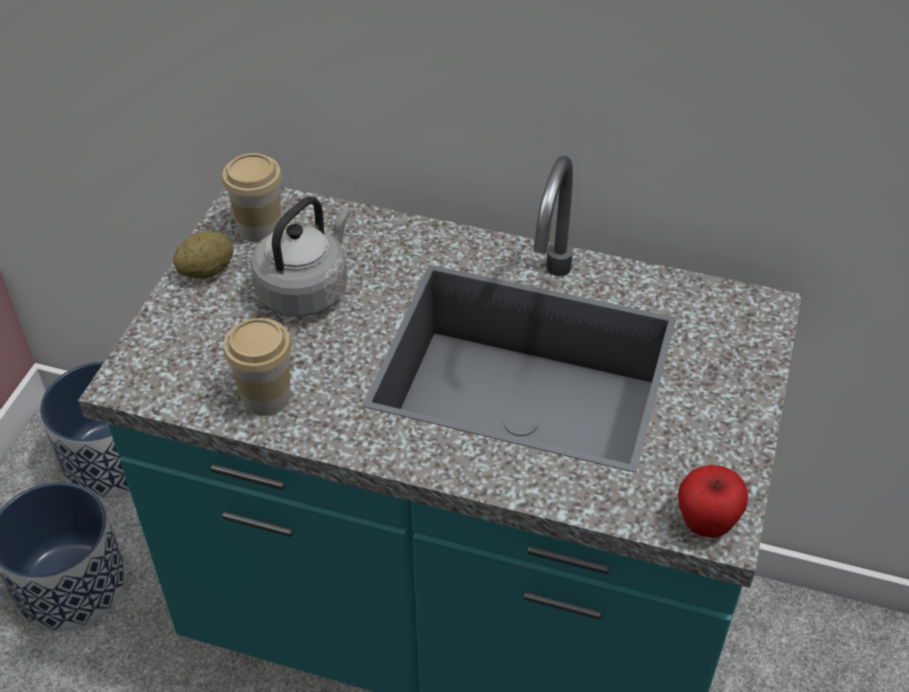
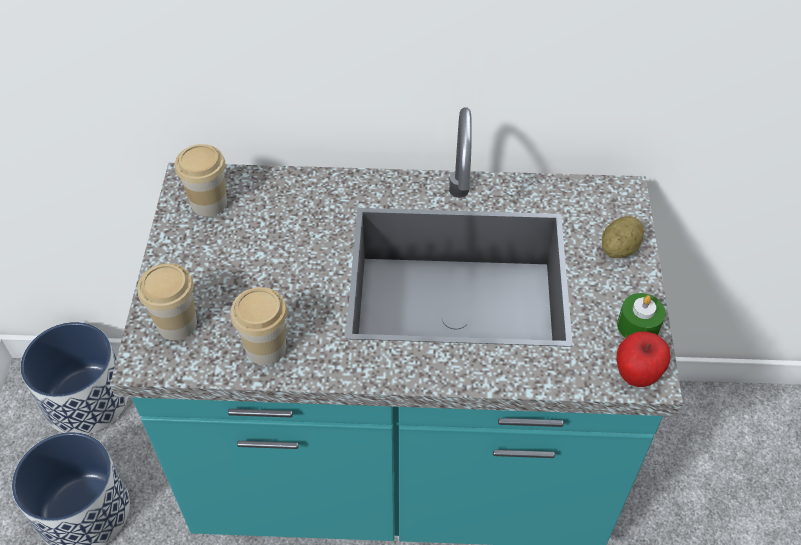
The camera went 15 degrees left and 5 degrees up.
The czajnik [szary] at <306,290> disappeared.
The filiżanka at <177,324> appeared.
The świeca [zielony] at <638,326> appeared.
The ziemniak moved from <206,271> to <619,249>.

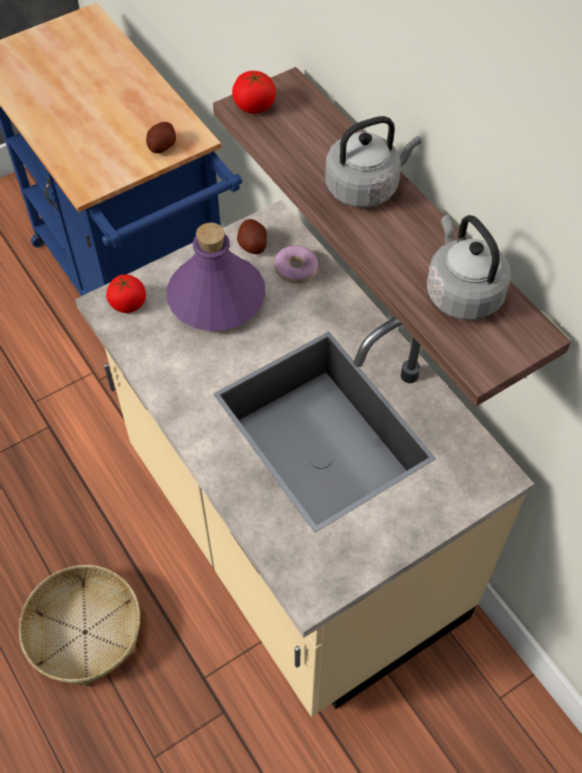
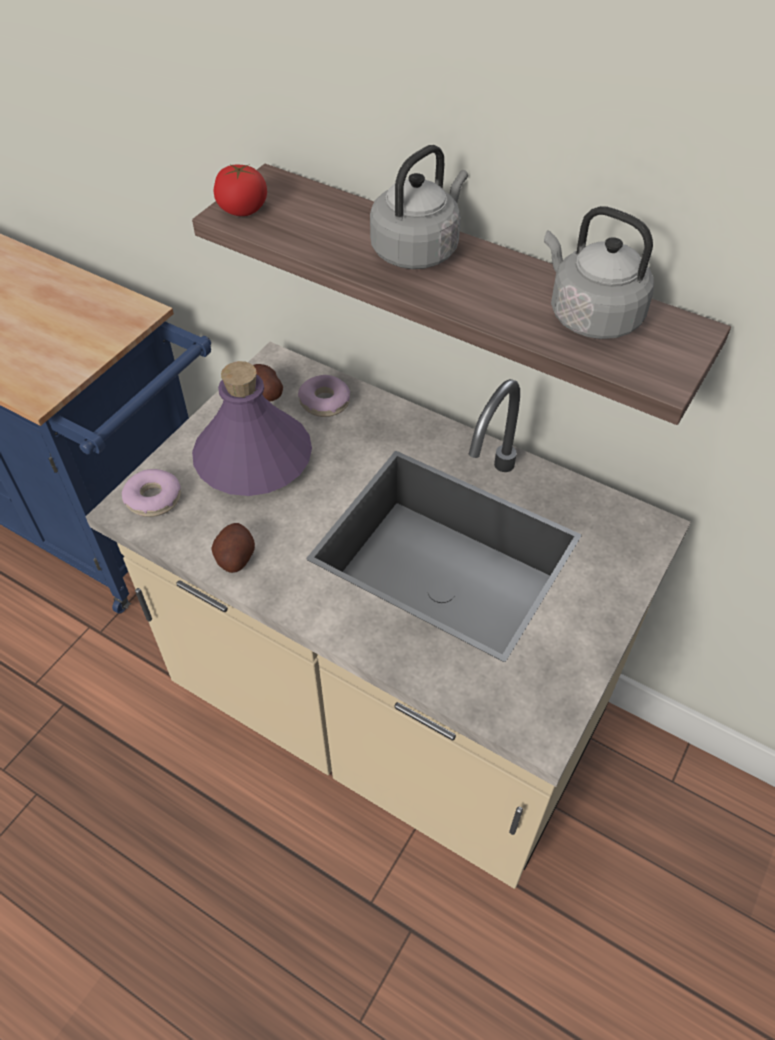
The camera went 25 degrees left and 5 degrees down.
The koszyk at <84,632> disappeared.
The ziemniak moved from <161,146> to <235,557>.
The pomidor at <128,303> was replaced by the donut at <153,499>.

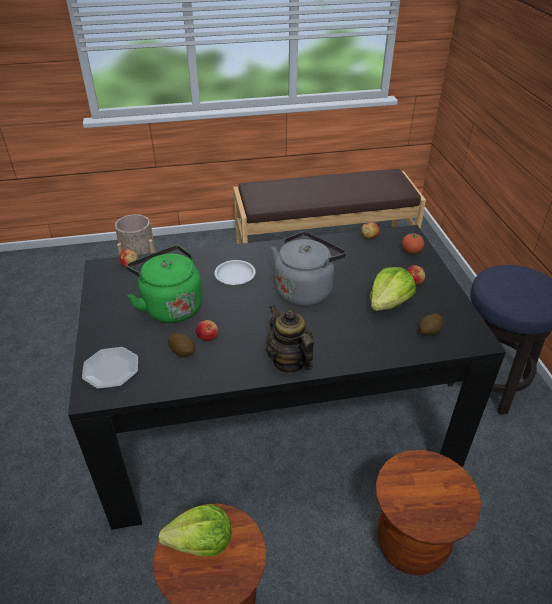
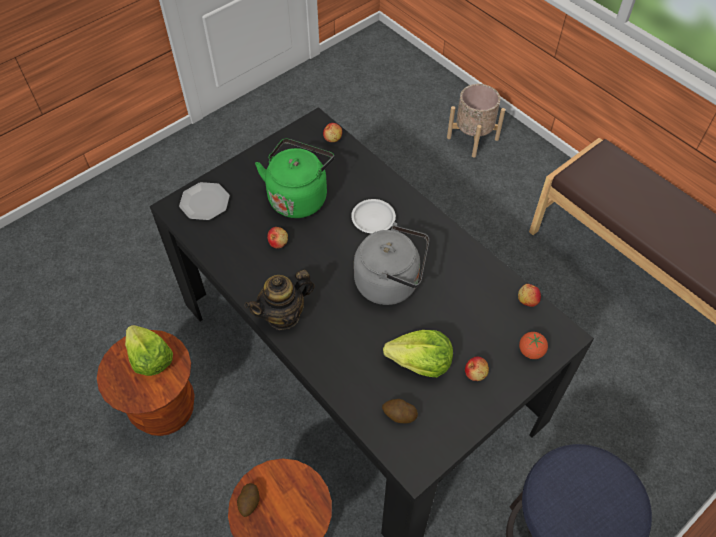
The camera went 60 degrees right and 15 degrees up.
The ziemniak moved from <182,351> to <249,502>.
The imbryk at <289,362> turned 150 degrees counterclockwise.

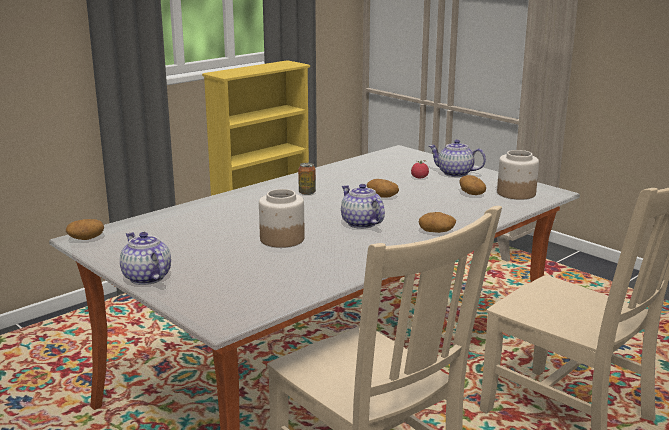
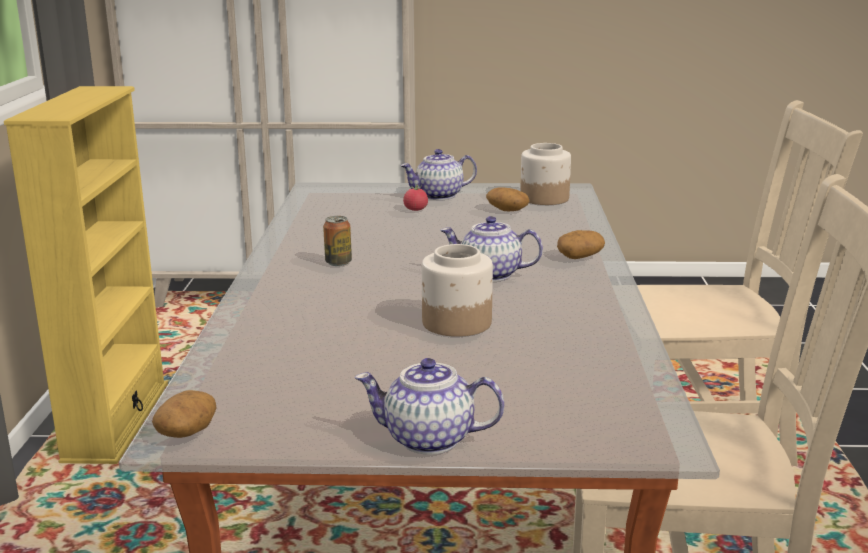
The camera went 45 degrees left and 0 degrees up.
The ziemniak at <382,196> disappeared.

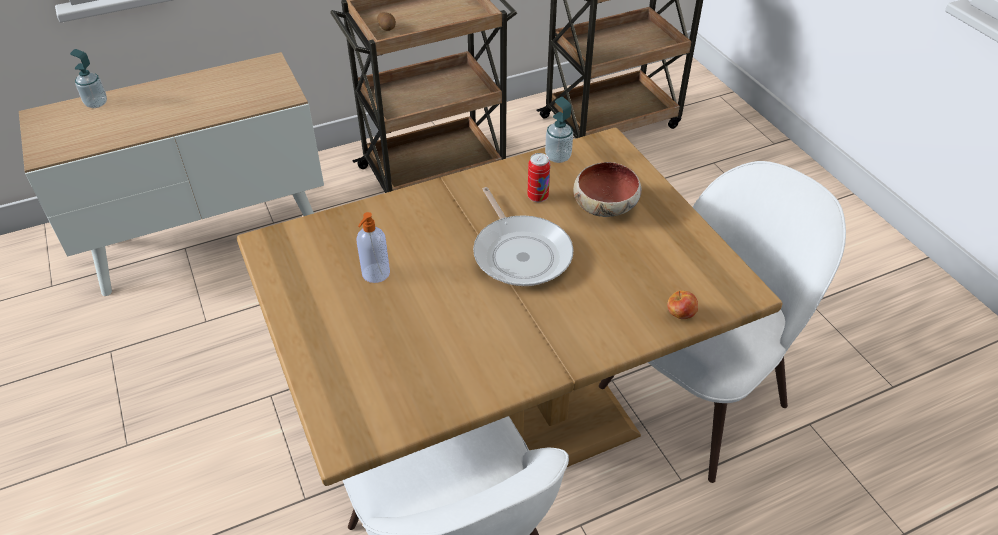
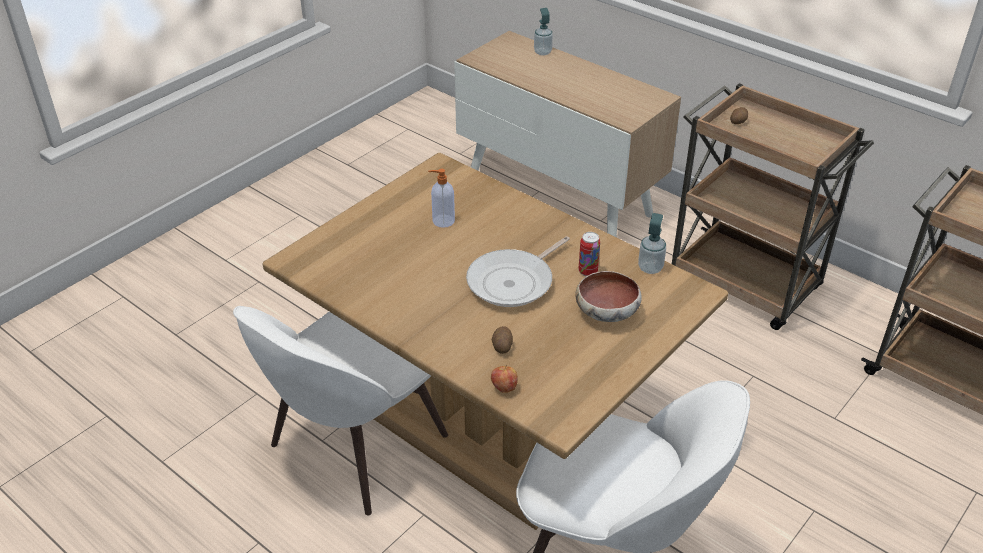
The camera went 65 degrees right and 5 degrees down.
The ziemniak at <502,346> appeared.

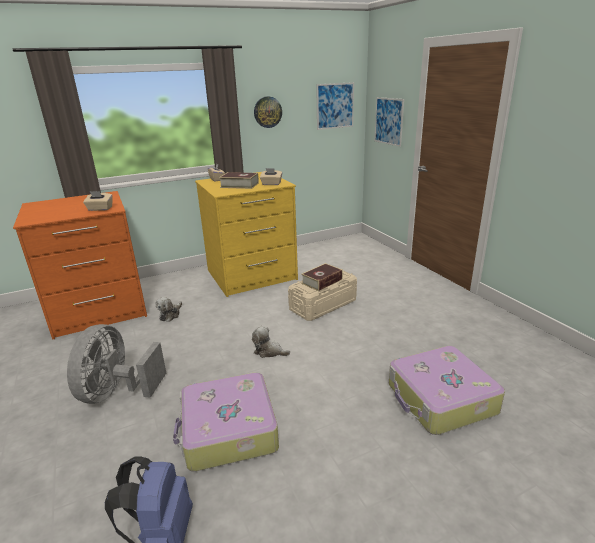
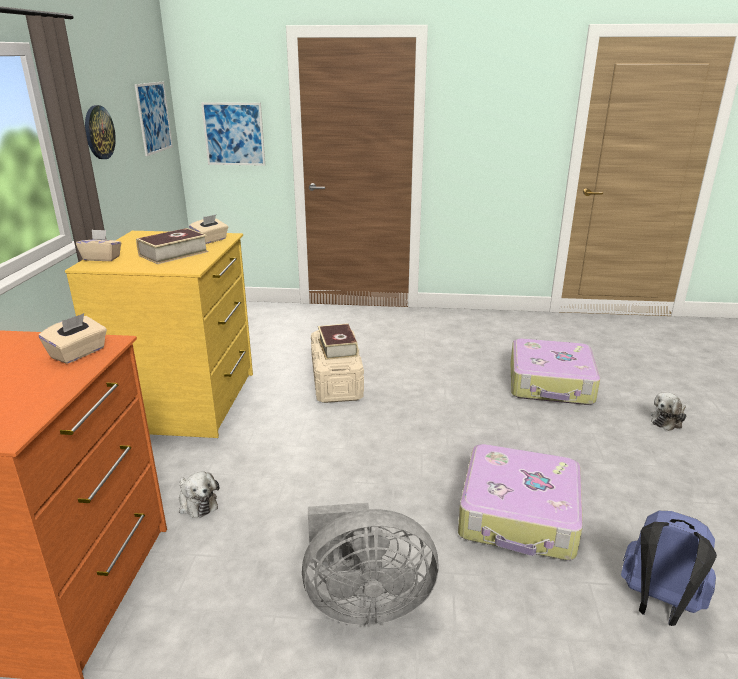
The camera went 60 degrees left and 0 degrees up.
The pluszak moved from <269,351> to <668,420>.
The wentylator [szary] at <117,392> turned 45 degrees counterclockwise.

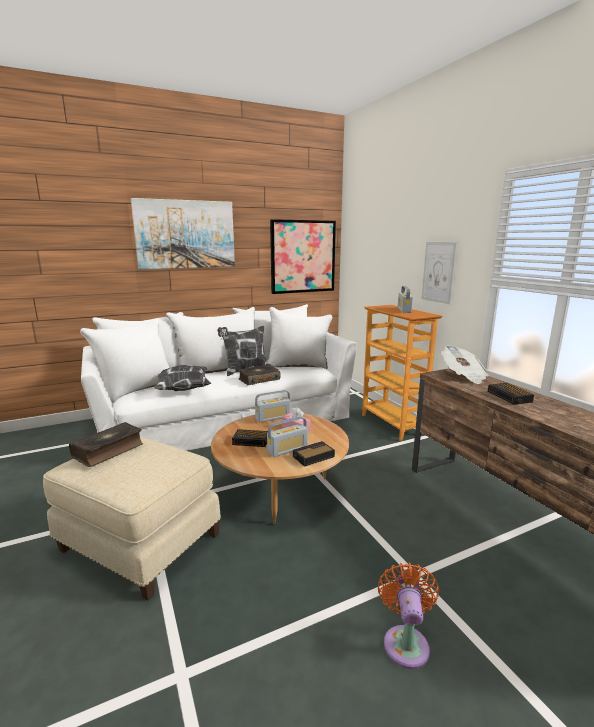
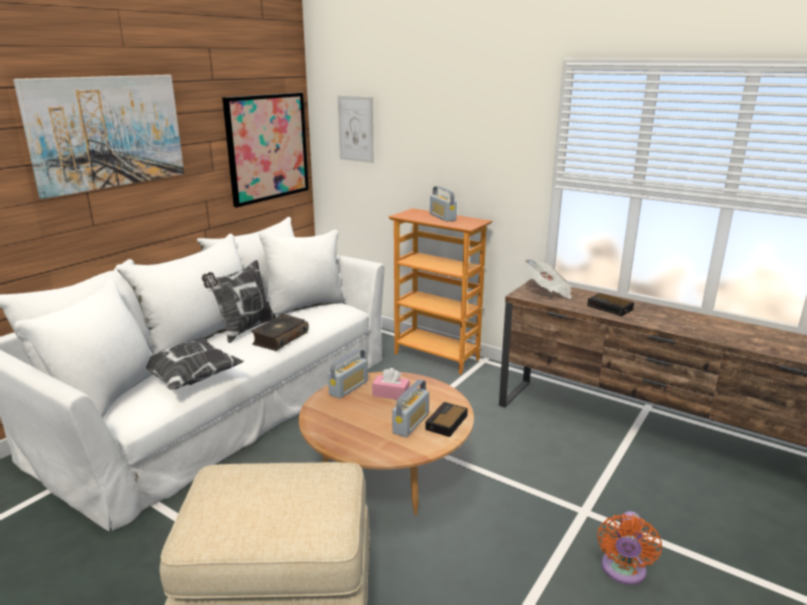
The camera went 30 degrees left and 5 degrees up.
The książka at <109,450> disappeared.
The budzik at <252,441> disappeared.
The obraz moved from <438,272> to <356,129>.
The wentylator [pomarańczowy] at <405,641> turned 135 degrees counterclockwise.

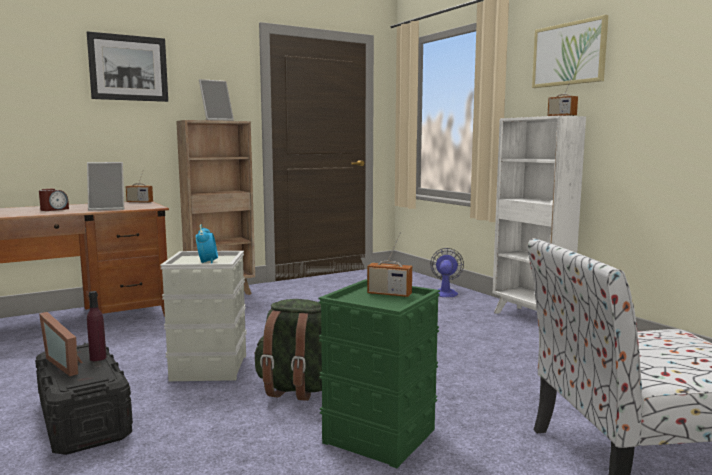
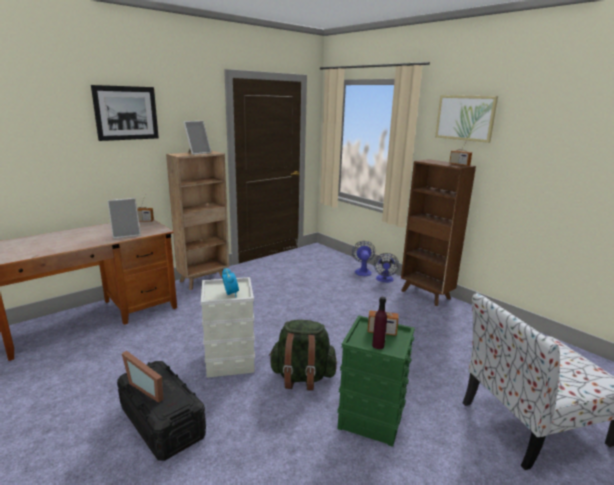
The camera went 10 degrees left and 10 degrees up.
The budzik at <54,209> disappeared.
The wentylator at <384,280> appeared.
The butelka [fioletowy] moved from <98,358> to <378,345>.
The regał [biały] at <530,318> became the regał [brązowy] at <426,295>.

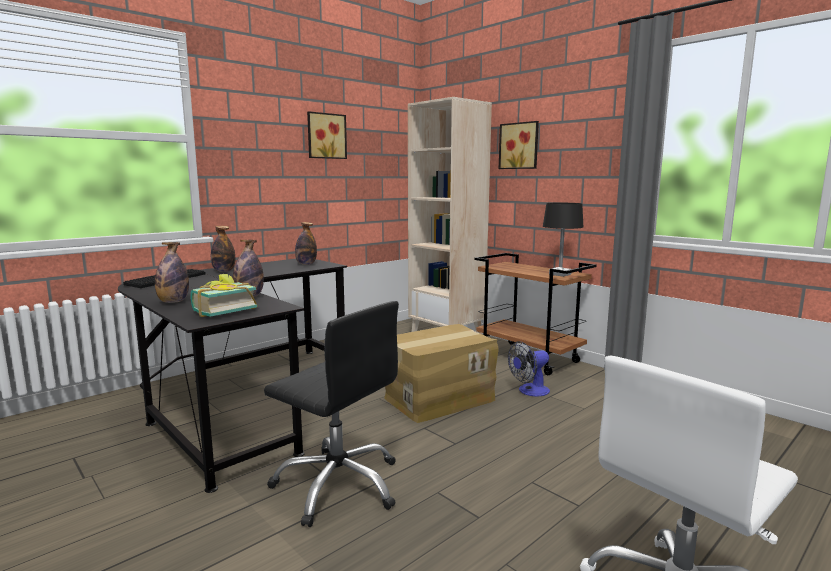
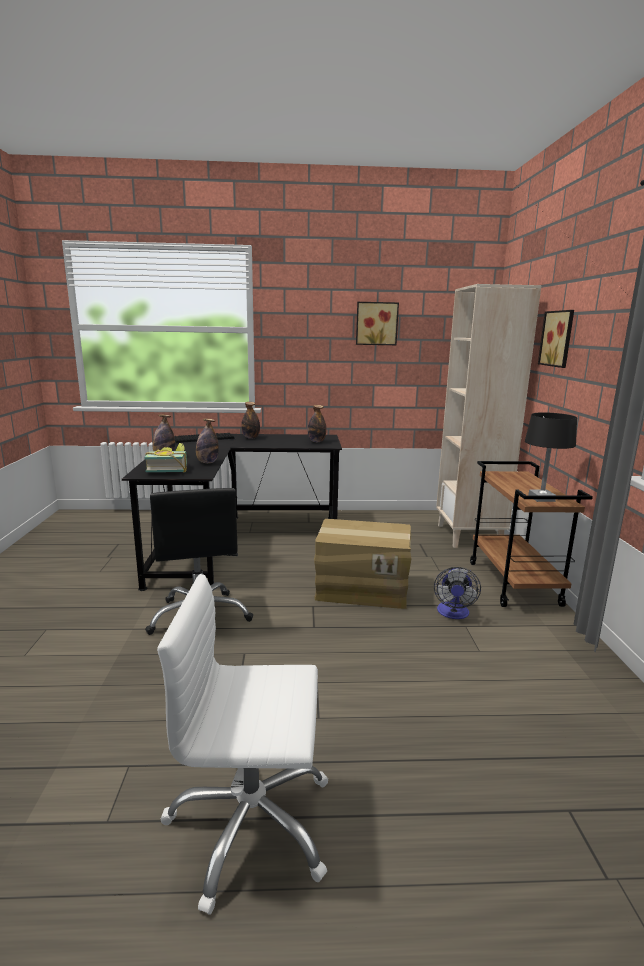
The camera went 40 degrees right and 5 degrees up.
The wentylator at <529,391> turned 90 degrees counterclockwise.

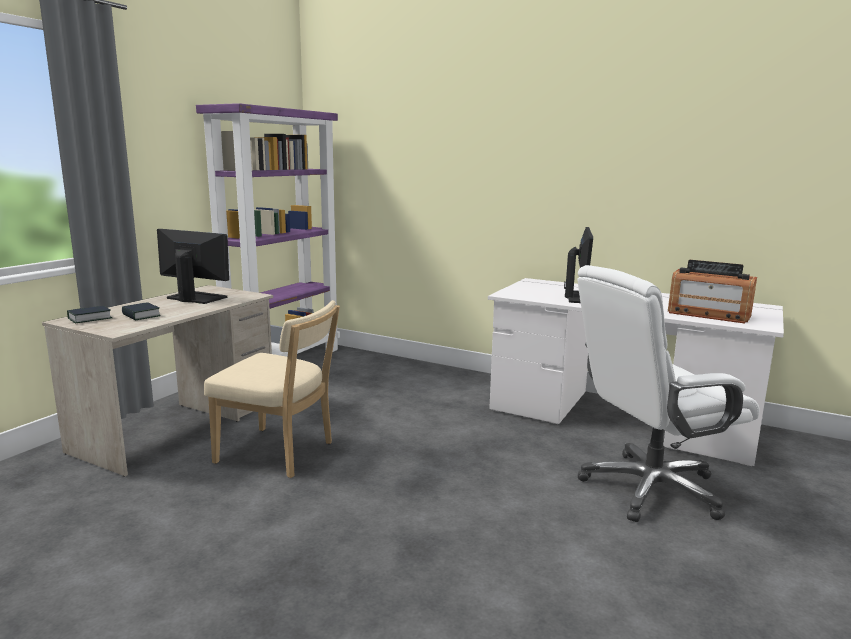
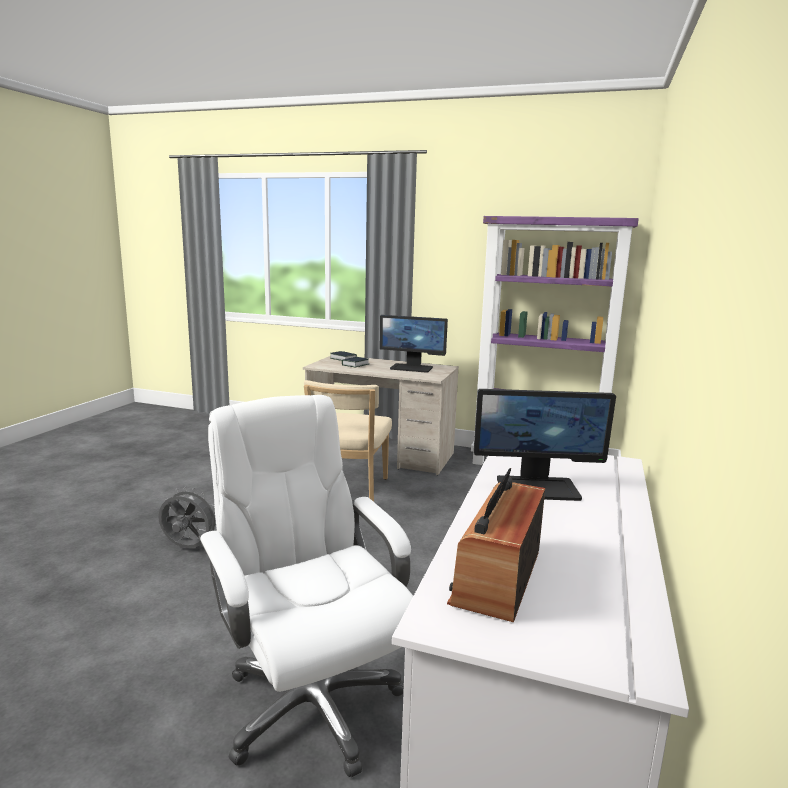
The camera went 80 degrees right and 0 degrees up.
The wentylator [szary] at <188,548> appeared.
The monitor at <196,298> turned 90 degrees clockwise.

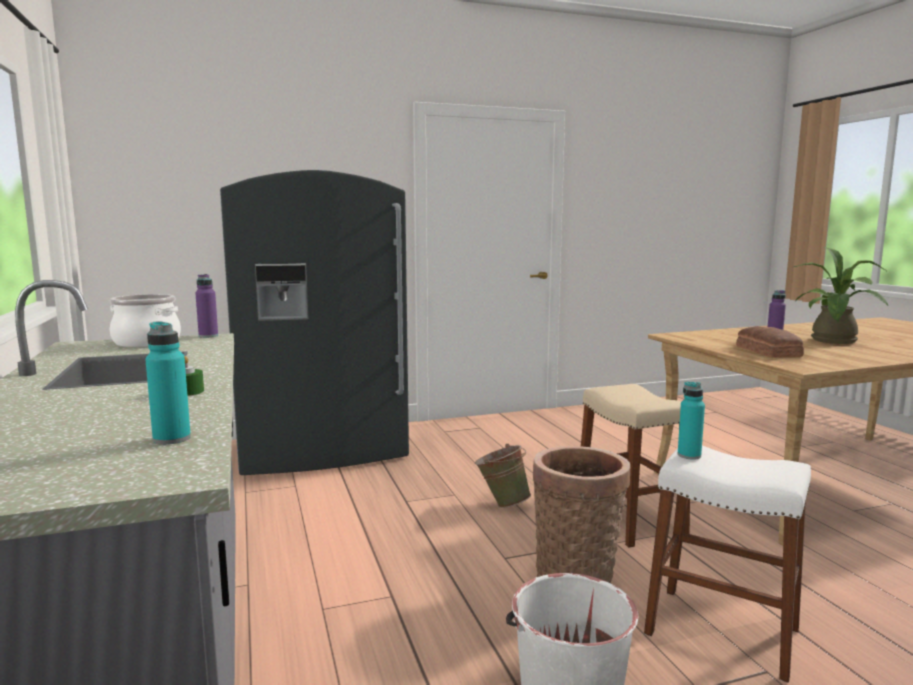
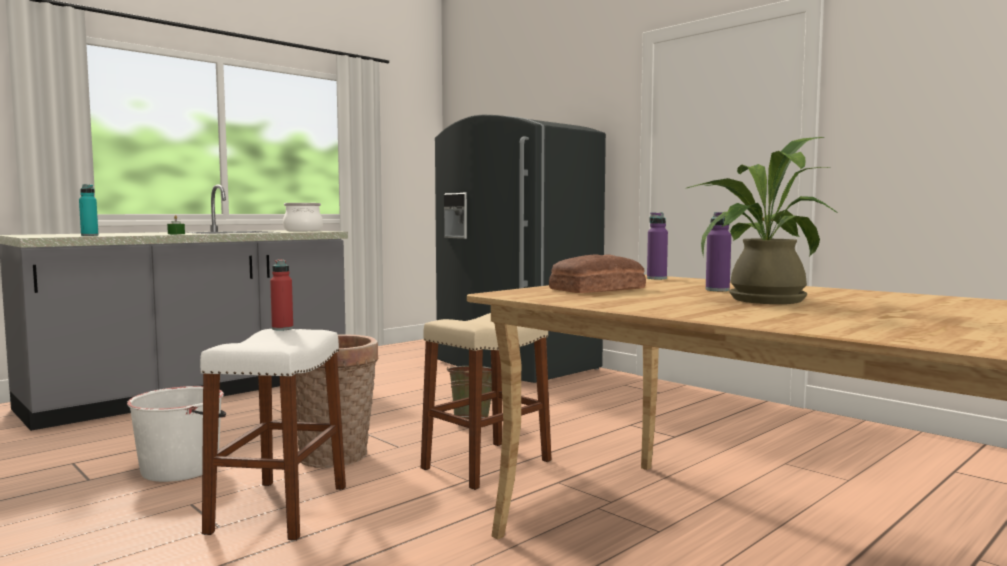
The camera went 65 degrees right and 5 degrees down.
The butelka [fioletowy] moved from <208,336> to <656,278>.
The butelka [turkusowy] at <689,455> became the butelka [czerwony] at <282,329>.

